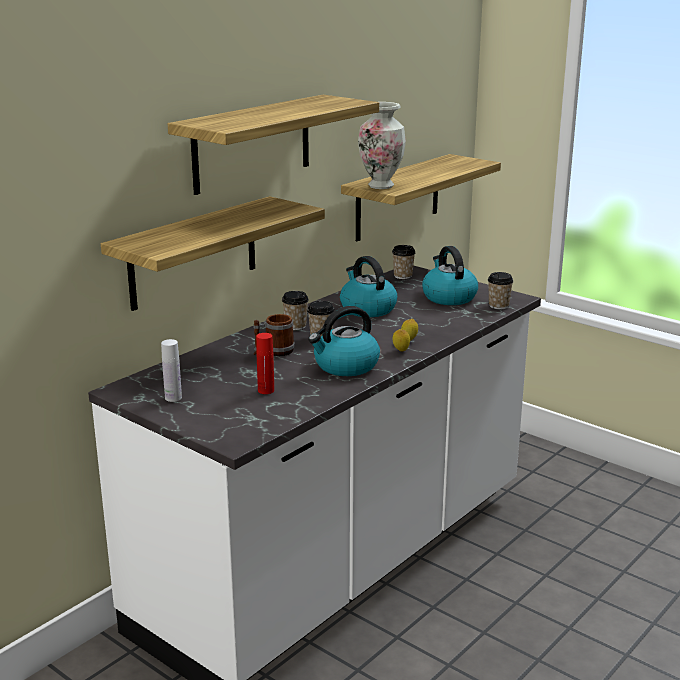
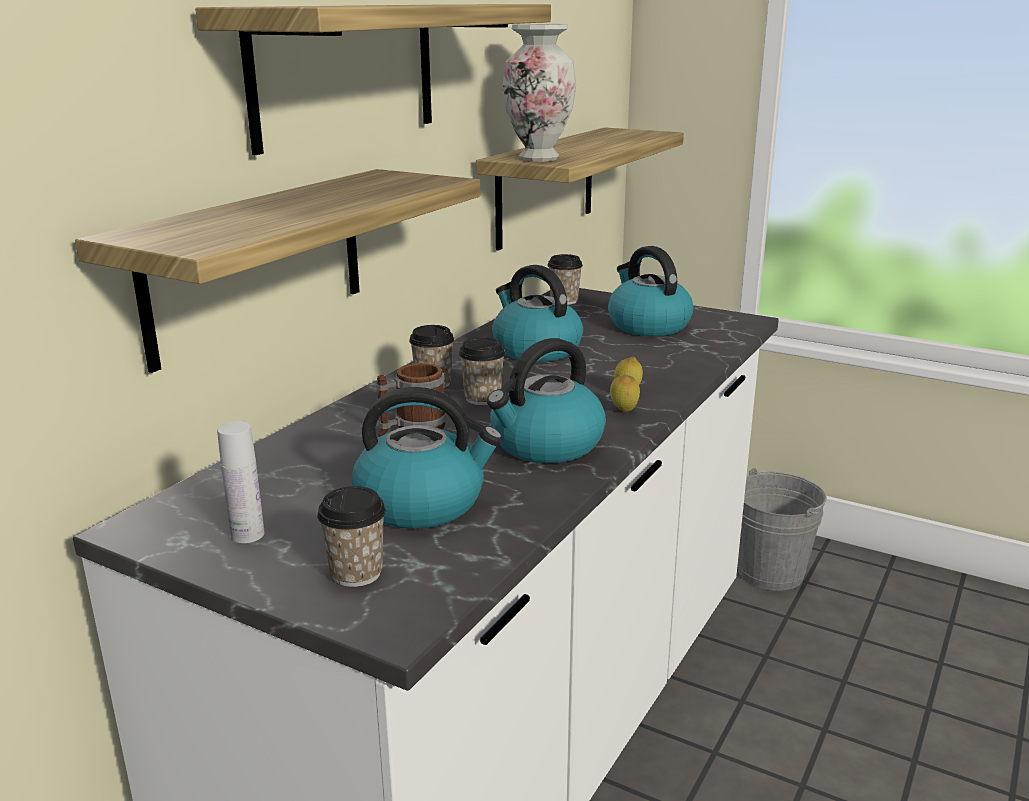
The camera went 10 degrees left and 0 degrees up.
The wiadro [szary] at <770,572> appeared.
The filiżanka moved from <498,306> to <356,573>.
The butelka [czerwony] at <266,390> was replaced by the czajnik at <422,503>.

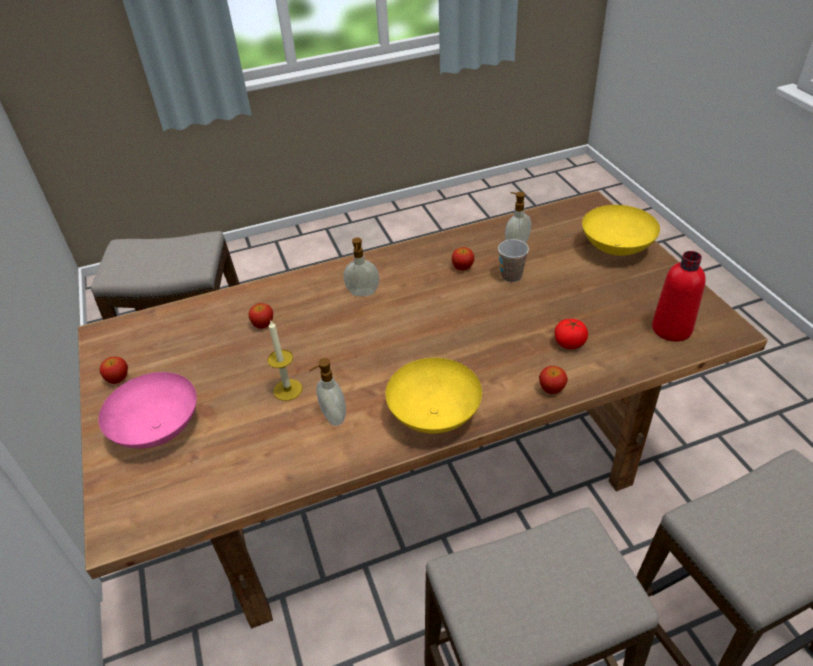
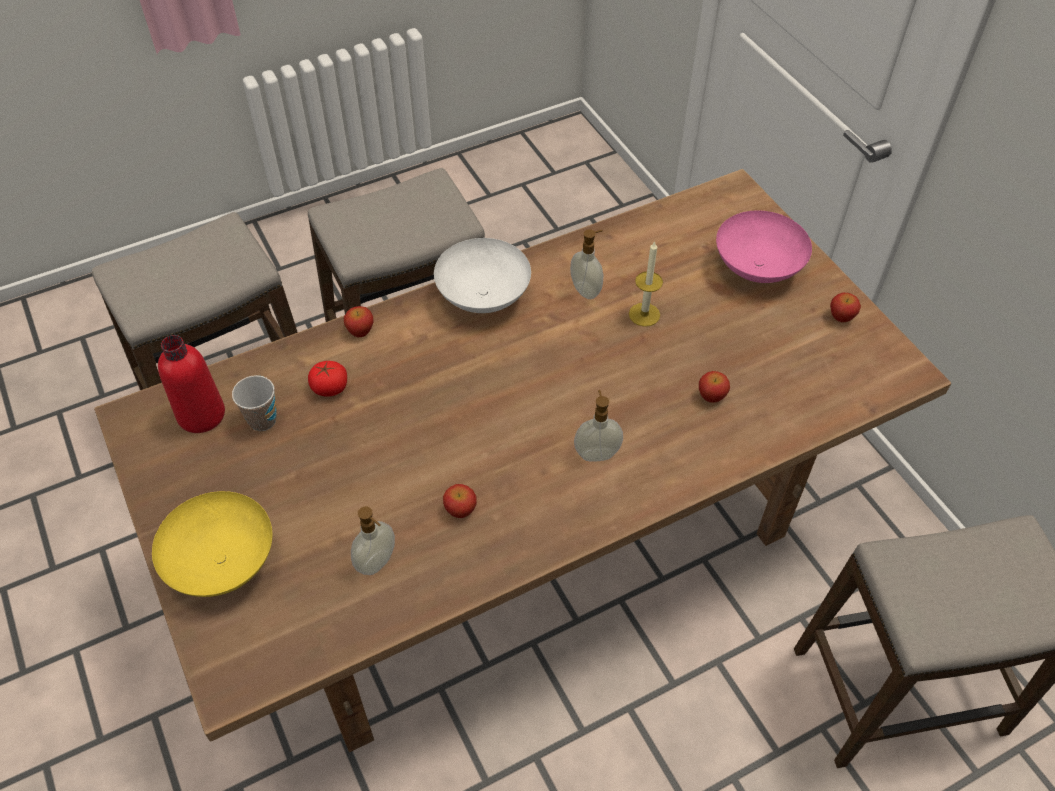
The camera went 170 degrees right and 10 degrees up.
The filiżanka moved from <511,276> to <262,420>.
The miska [żółty] at <434,416> became the miska [biały] at <483,295>.

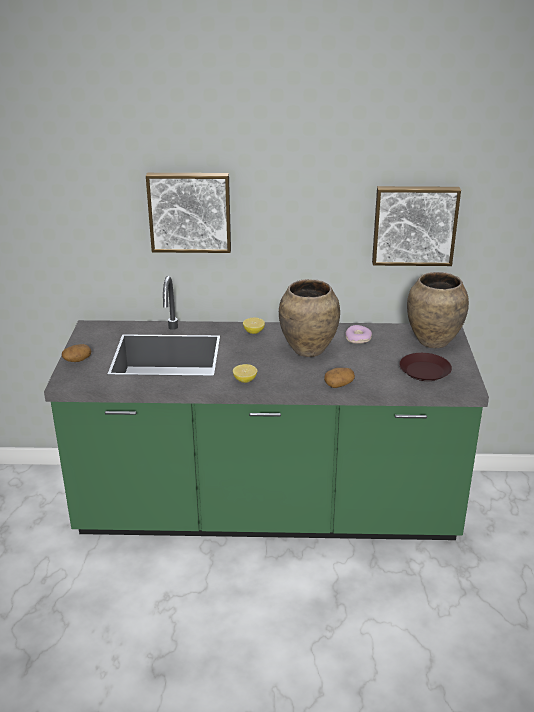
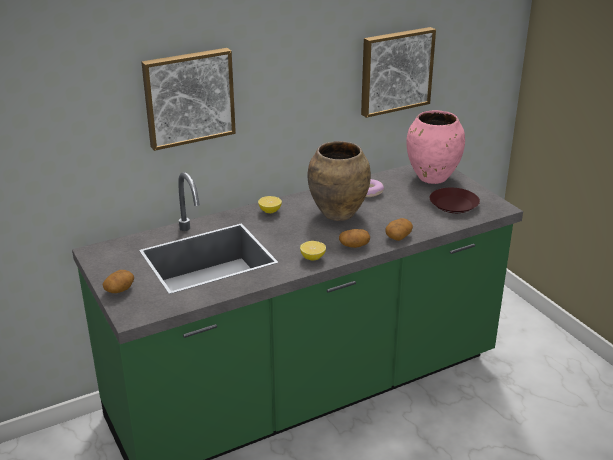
The camera went 30 degrees left and 0 degrees up.
The ziemniak at <354,245> appeared.
The wazon [brązowy] at <432,342> became the wazon [różowy] at <432,178>.

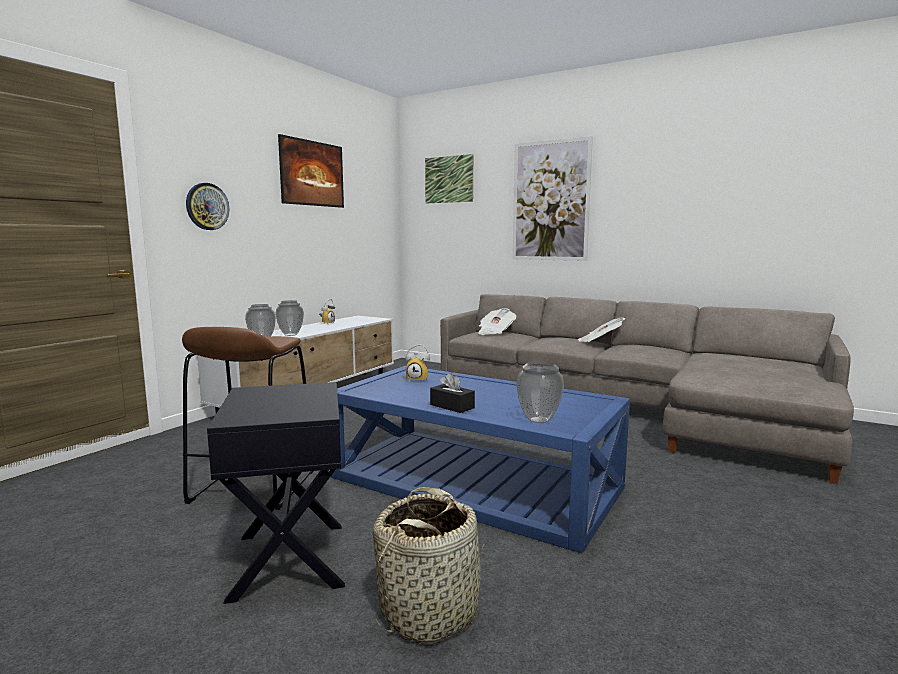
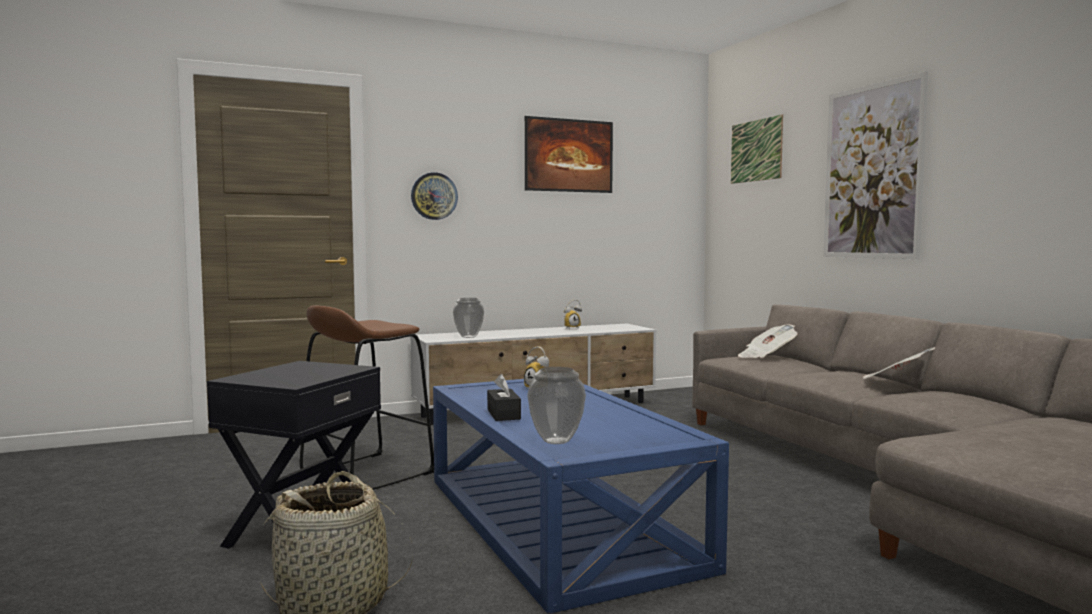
The camera went 35 degrees right and 5 degrees down.
The wazon at <290,334> disappeared.

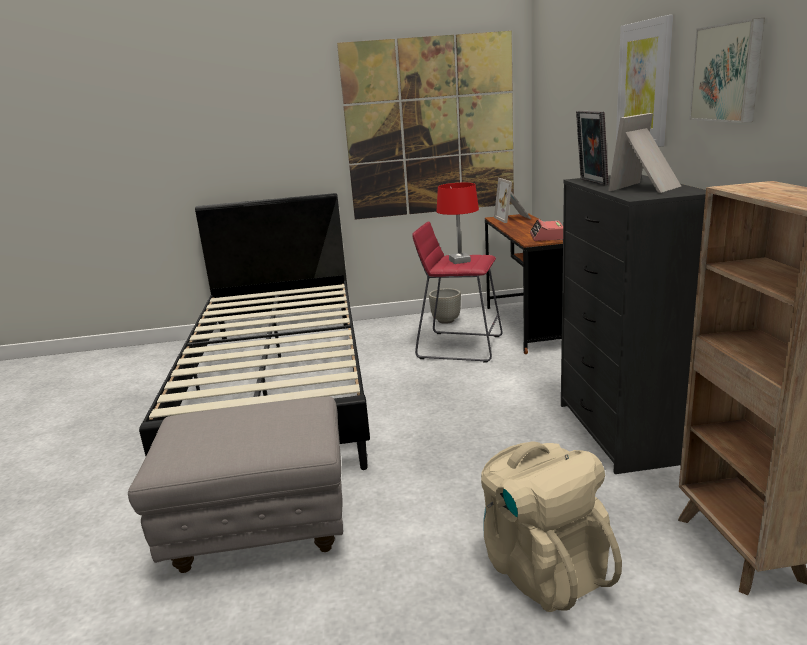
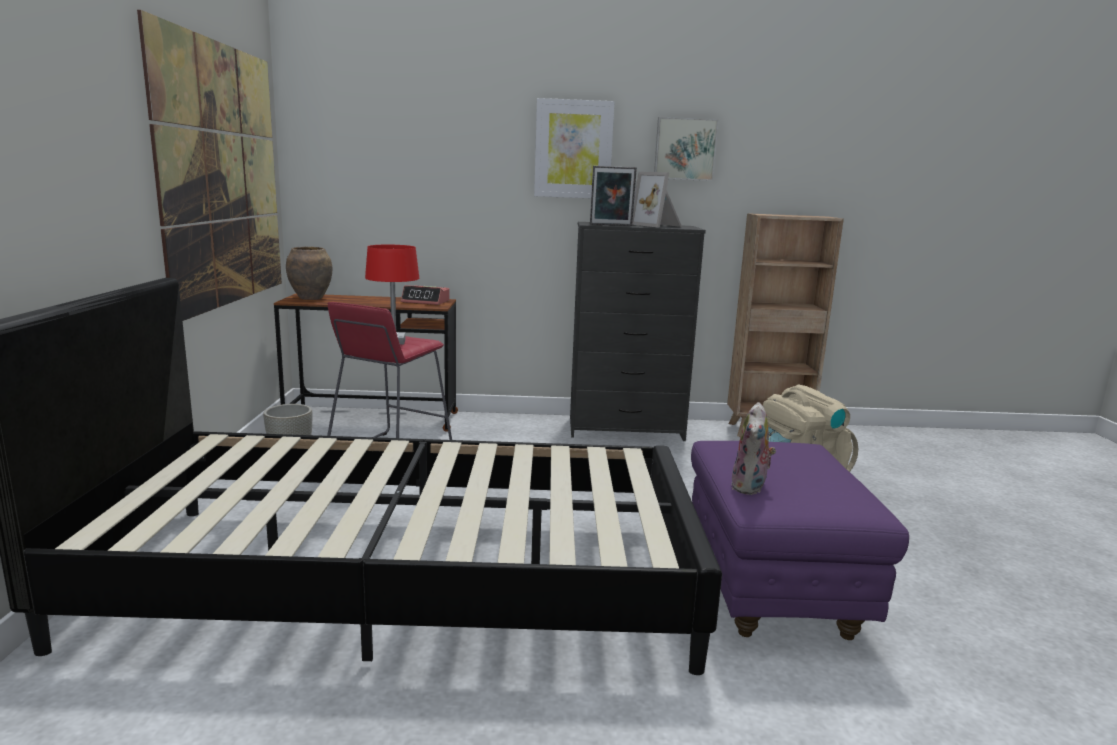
The camera went 85 degrees left and 5 degrees down.
The pluszak at <750,487> appeared.
The ramka na zdjęcie at <513,218> was replaced by the wazon [brązowy] at <311,298>.
The pufa [szary] at <261,530> became the pufa [fioletowy] at <770,590>.

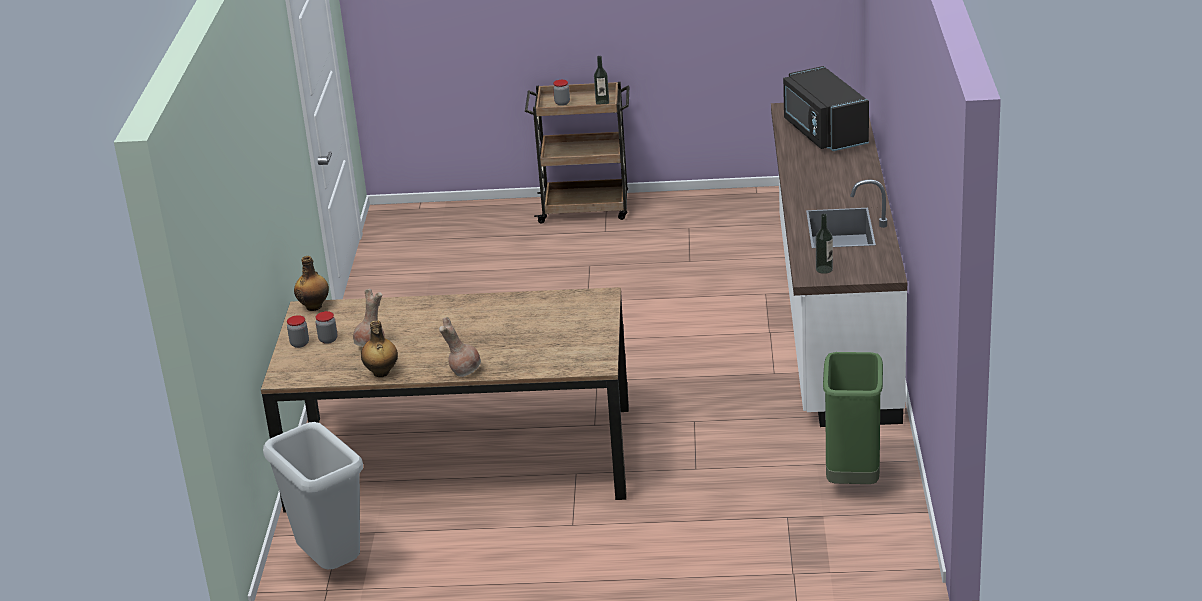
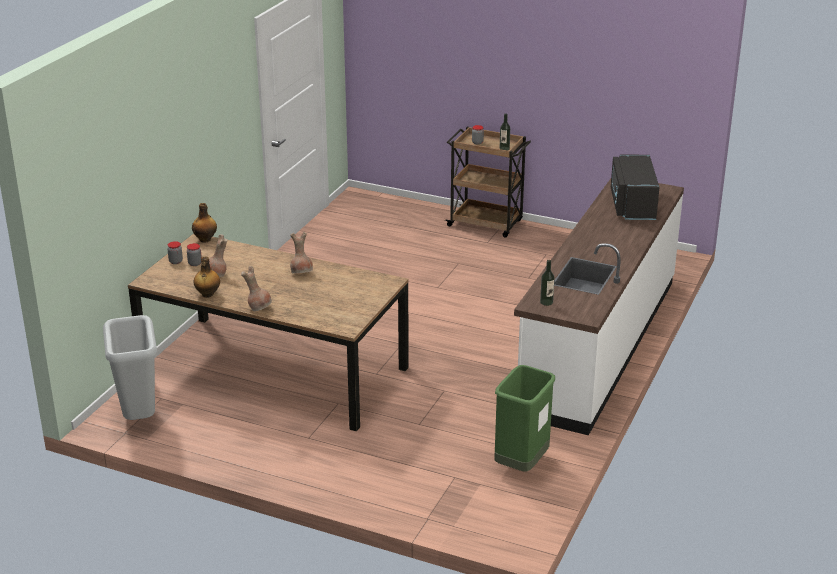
The camera went 20 degrees right and 0 degrees up.
The wazon [brązowy] at <302,273> appeared.

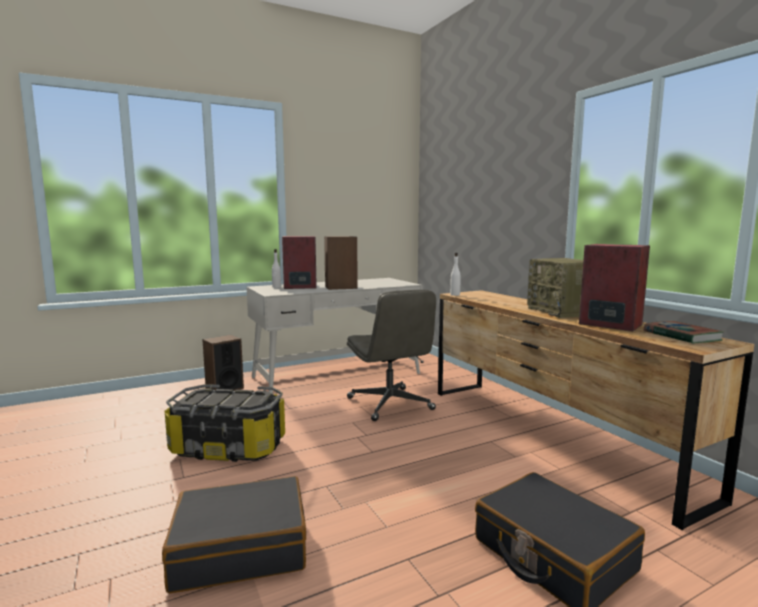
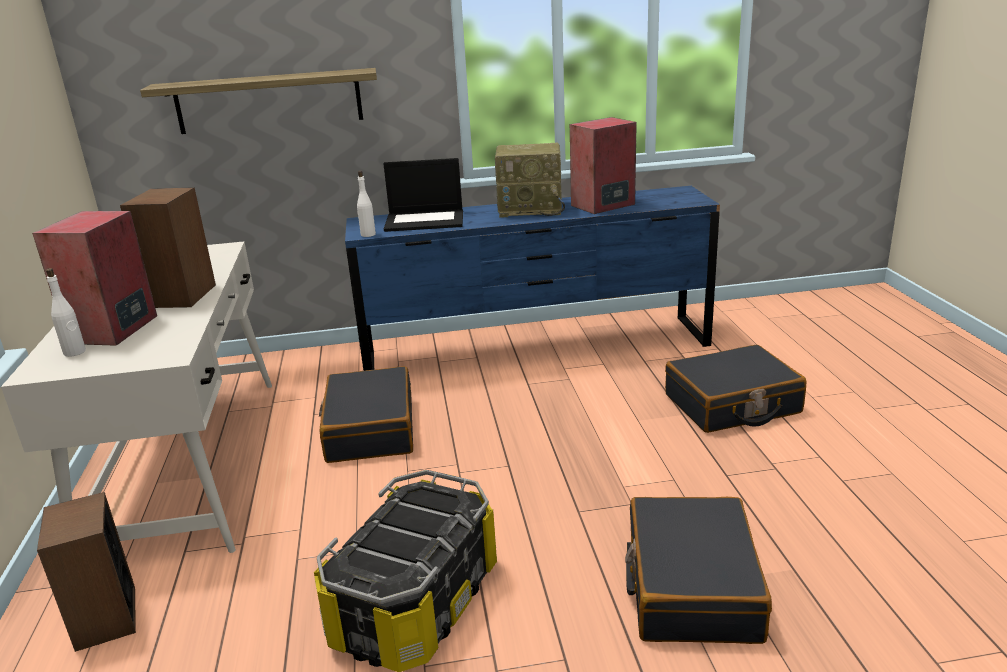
The camera went 70 degrees left and 15 degrees up.
The książka at <681,336> disappeared.
The półka at <269,101> appeared.
The laptop at <425,220> appeared.
The krzesło biurowe [szary] at <390,404> was replaced by the walizka [czarny] at <370,429>.
The komoda [brązowy] at <548,436> became the komoda [niebieski] at <536,350>.

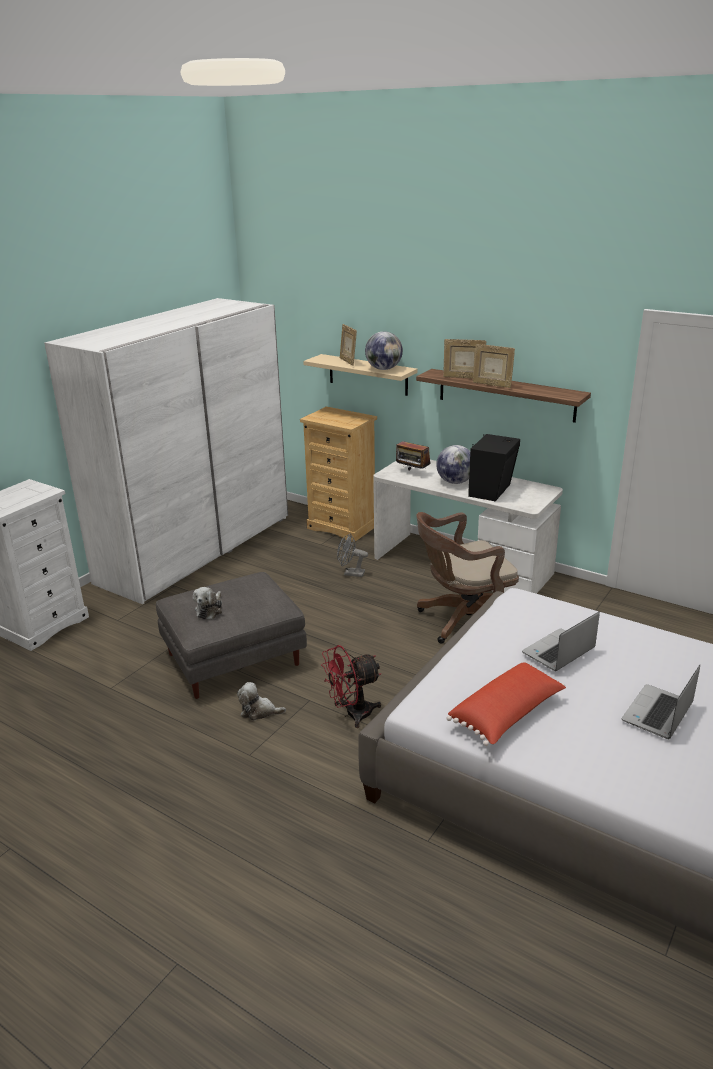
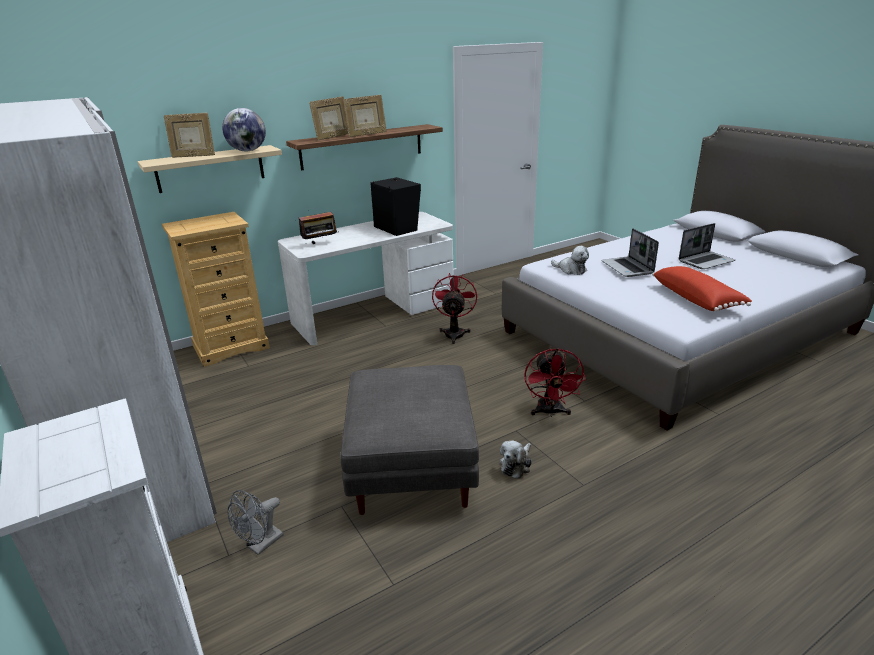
The camera went 65 degrees left and 0 degrees up.
The globus at <455,482> disappeared.
The pluszak moved from <210,610> to <571,270>.
The wentylator [szary] moved from <350,573> to <261,545>.
The krzesło biurowe [brązowy] at <463,621> was replaced by the wentylator [czerwony] at <454,332>.
The laptop at <658,714> turned 90 degrees counterclockwise.

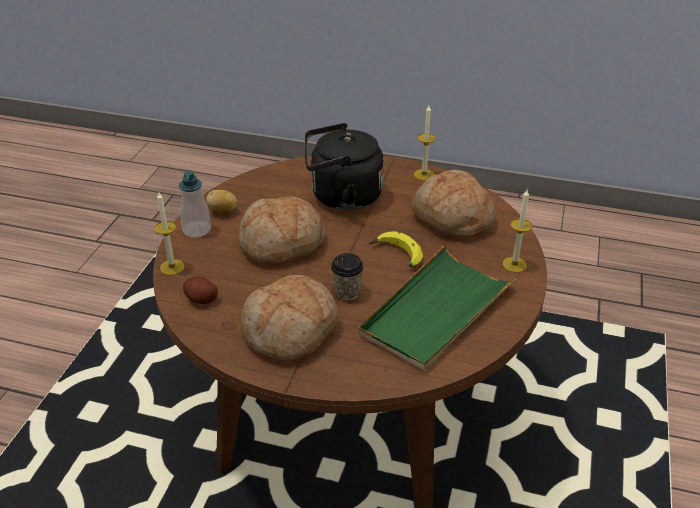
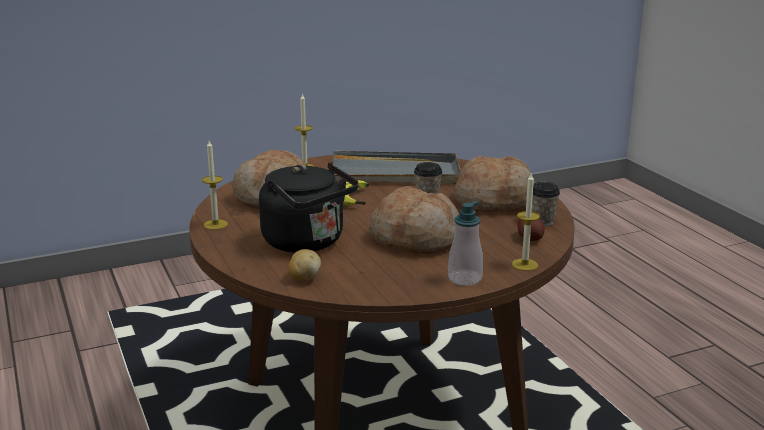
The camera went 130 degrees left and 15 degrees down.
The filiżanka at <542,221> appeared.
The ziemniak moved from <223,211> to <304,278>.
The taca [zielony] at <436,311> became the taca [szary] at <395,173>.

